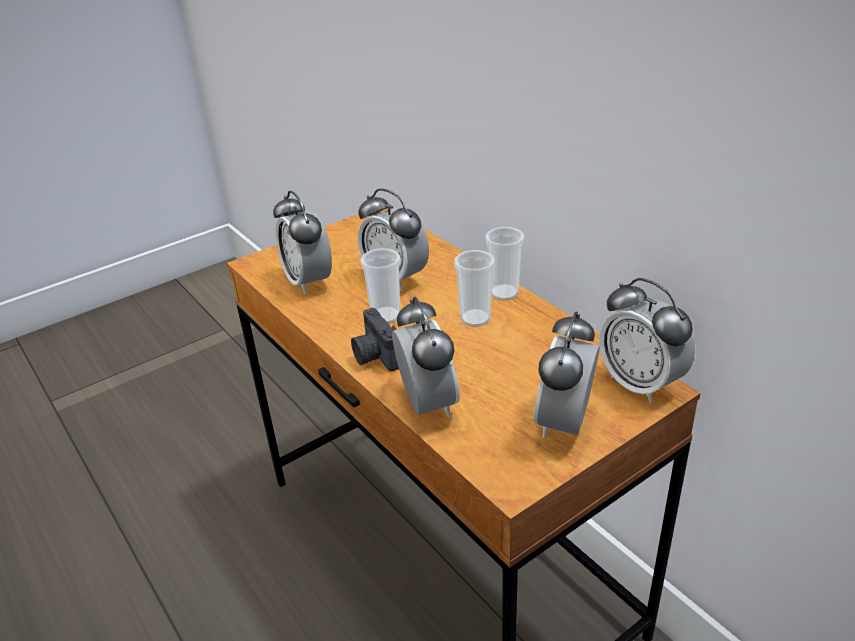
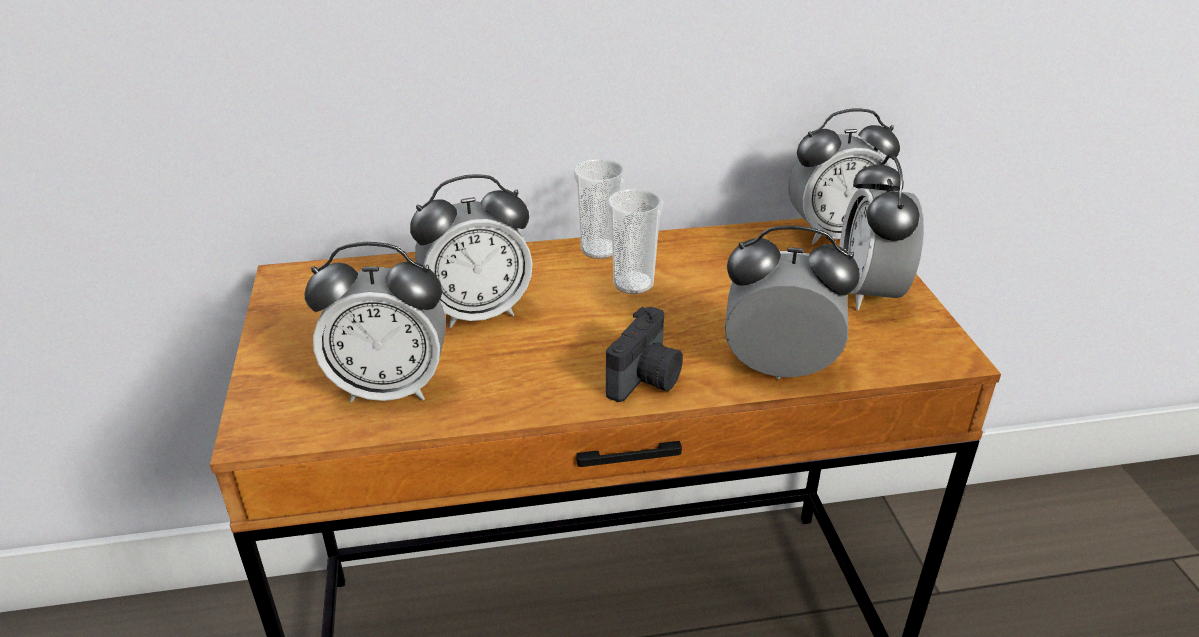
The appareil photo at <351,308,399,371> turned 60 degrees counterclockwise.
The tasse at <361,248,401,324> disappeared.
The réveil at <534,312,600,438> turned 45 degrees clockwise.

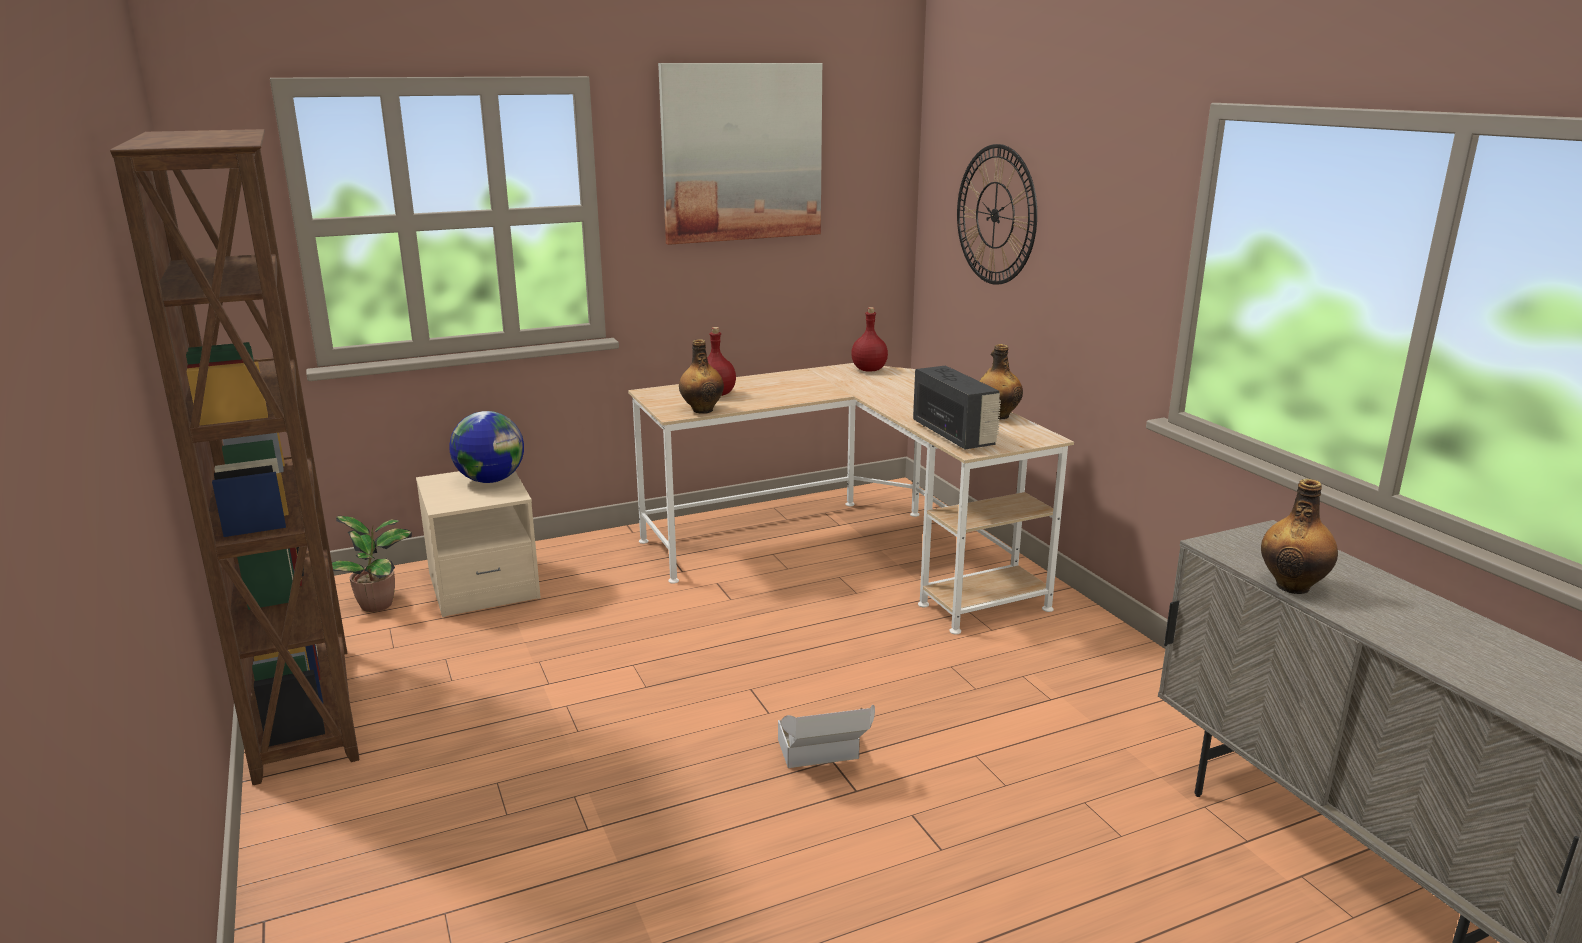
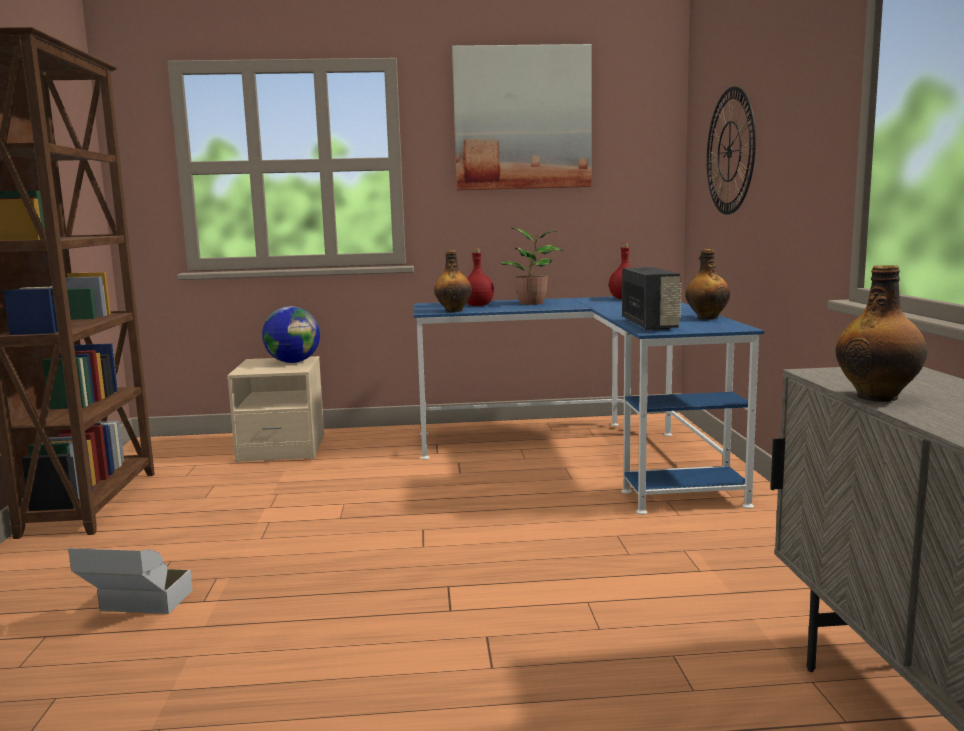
The plante en pot moved from <332,516,412,612> to <500,227,563,305>.
The bureau/beige at <628,363,1074,634> became the bureau/bleu at <414,296,764,515>.
The carton moved from <778,705,875,768> to <68,547,193,614>.

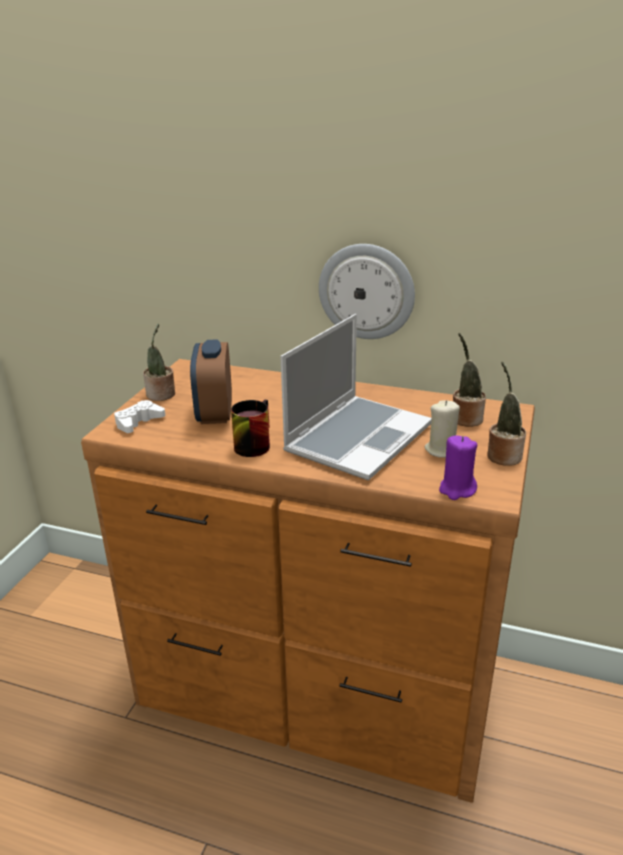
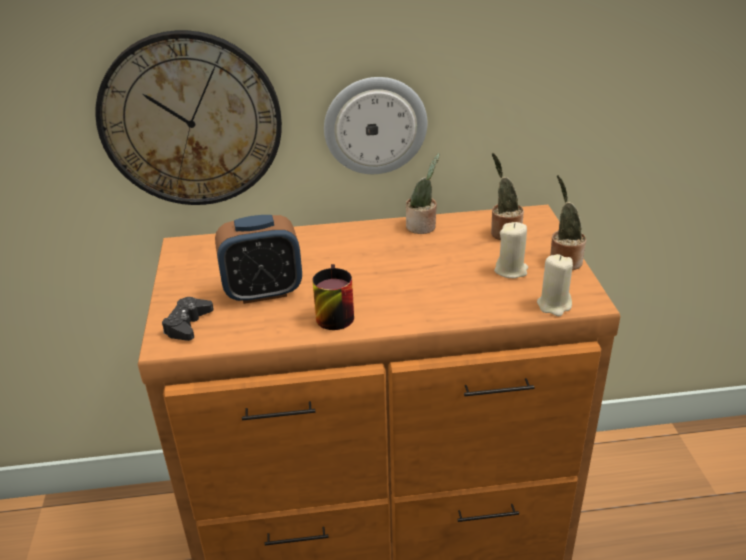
The manette/blanc at <114,400,165,433> became the manette/noir at <162,297,214,341>.
The plante en pot moved from <143,324,175,401> to <406,153,440,234>.
The réveil at <190,339,232,424> turned 75 degrees counterclockwise.
The ordinateur portable at <280,314,431,481> disappeared.
The bougie/violet at <439,435,477,500> became the bougie/beige at <537,254,573,316>.
The horloge murale at <95,30,282,205> appeared.

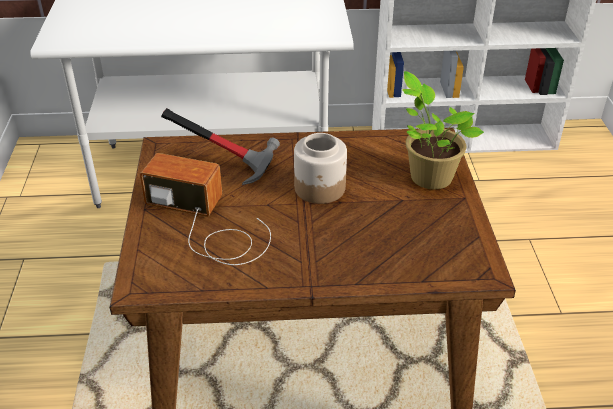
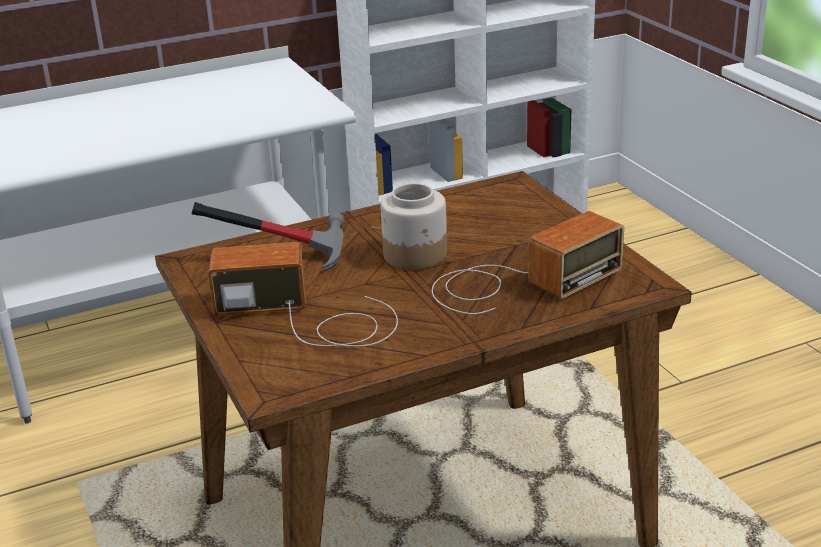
The plante en pot at <402,71,484,189> disappeared.
The radio at <432,211,624,314> appeared.

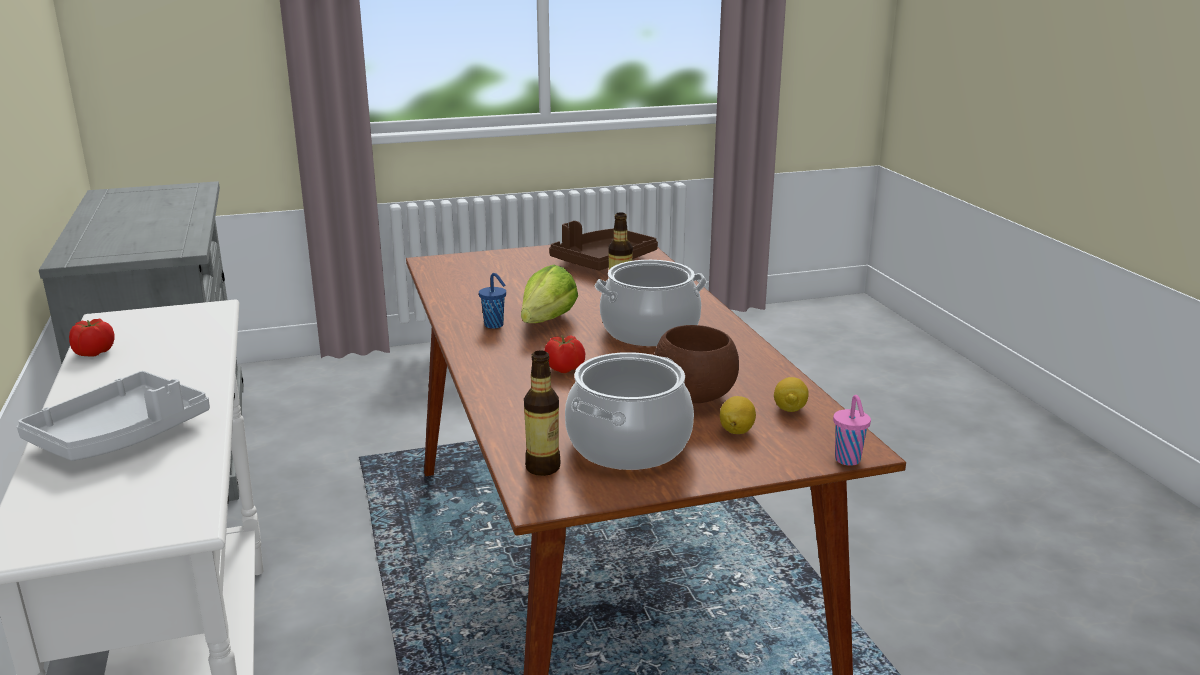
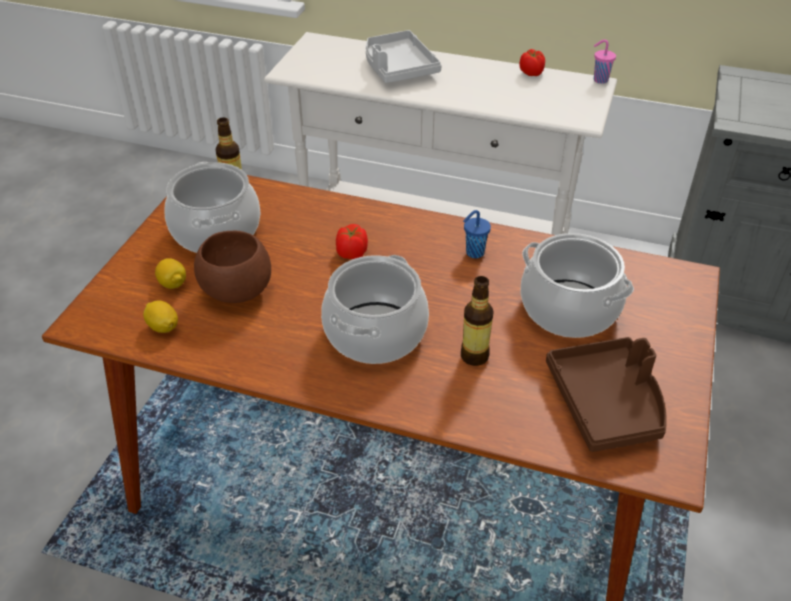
The laitue at <521,265,578,323> disappeared.
The tasse/rose moved from <833,395,871,466> to <594,39,616,84>.
The marmite at <521,233,634,338> appeared.

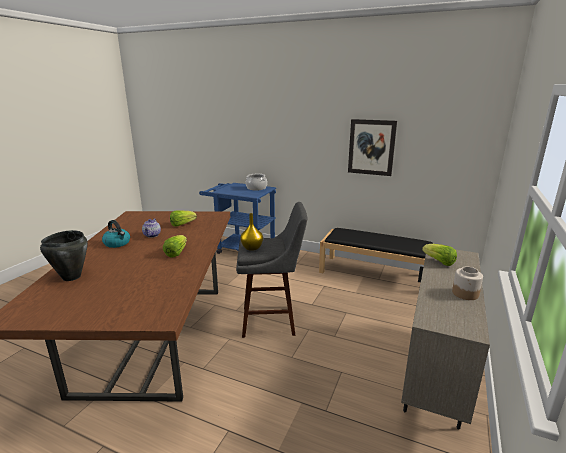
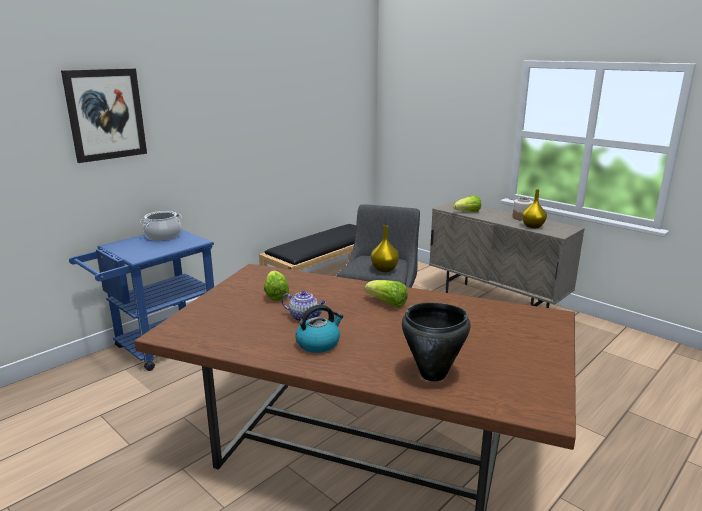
The tableau moved from <348,119,397,176> to <61,68,147,163>.
The vase/jaune at <522,189,547,228> appeared.

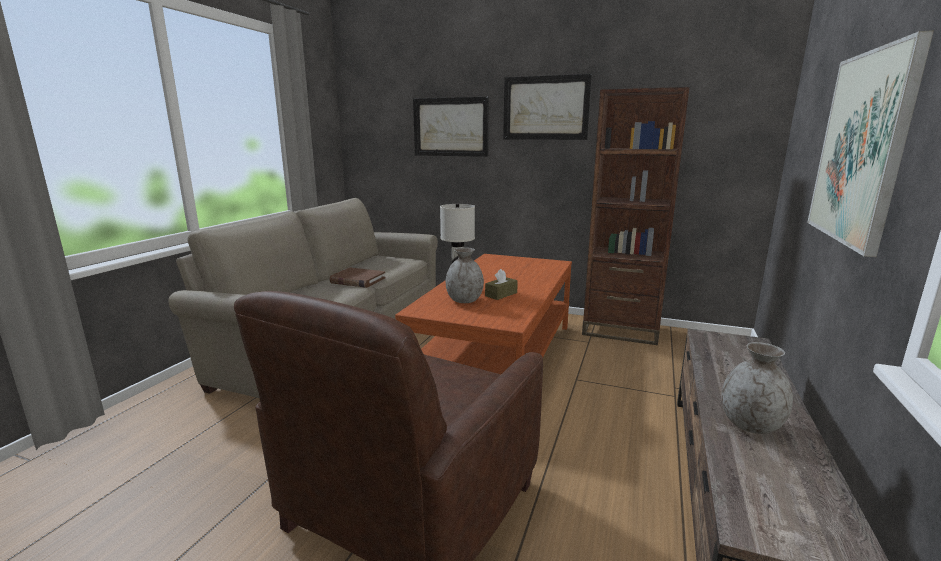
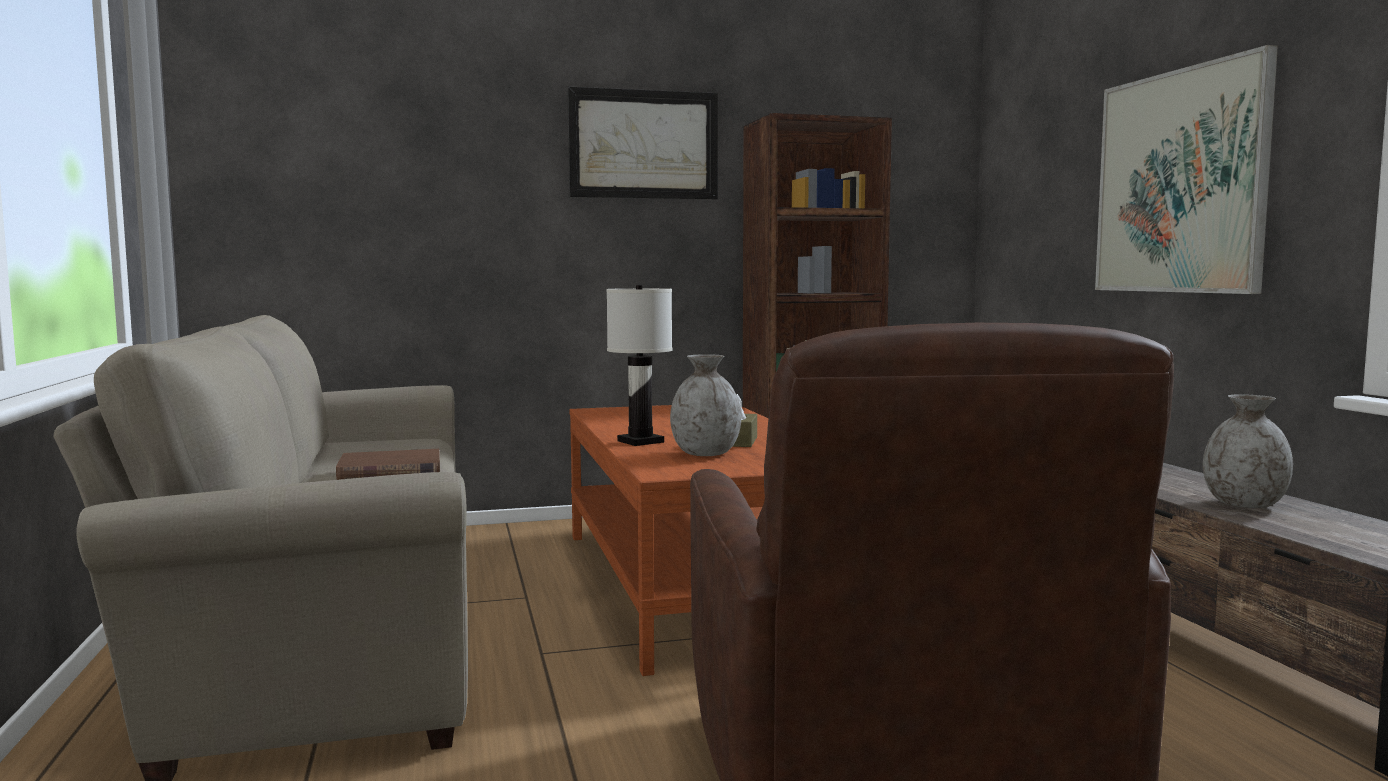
The tableau at <413,97,489,157> disappeared.

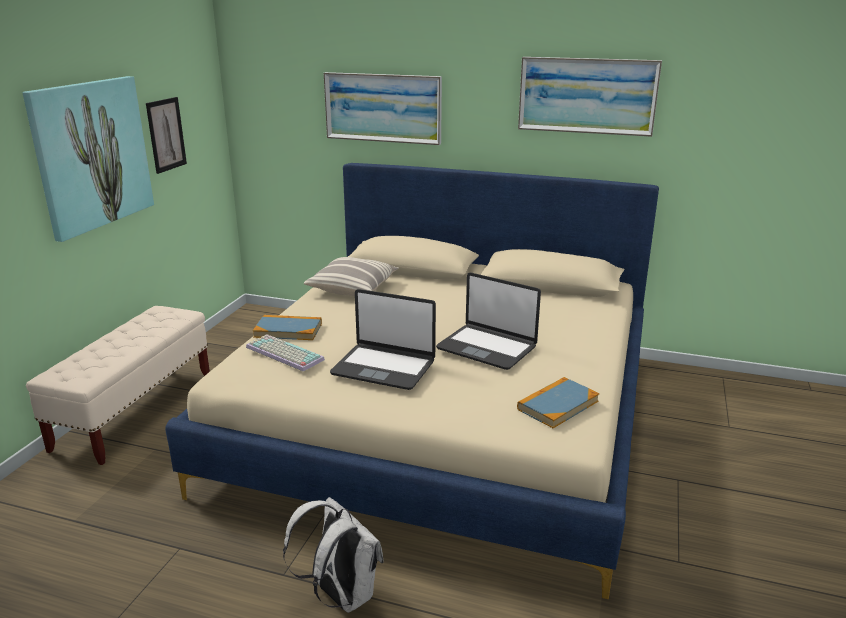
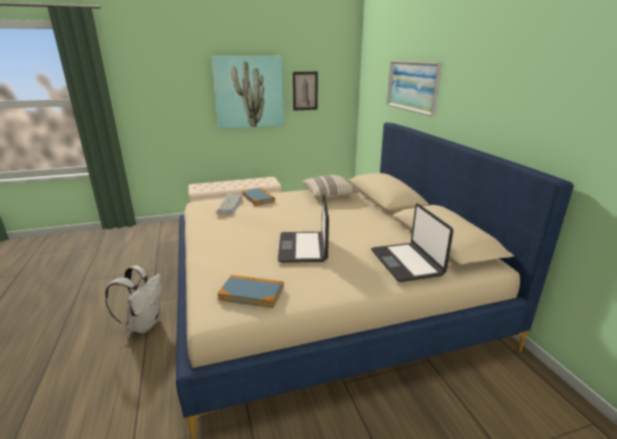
The ordinateur portable moved from <330,289,436,390> to <371,203,453,282>.
The tableau at <518,57,662,137> disappeared.

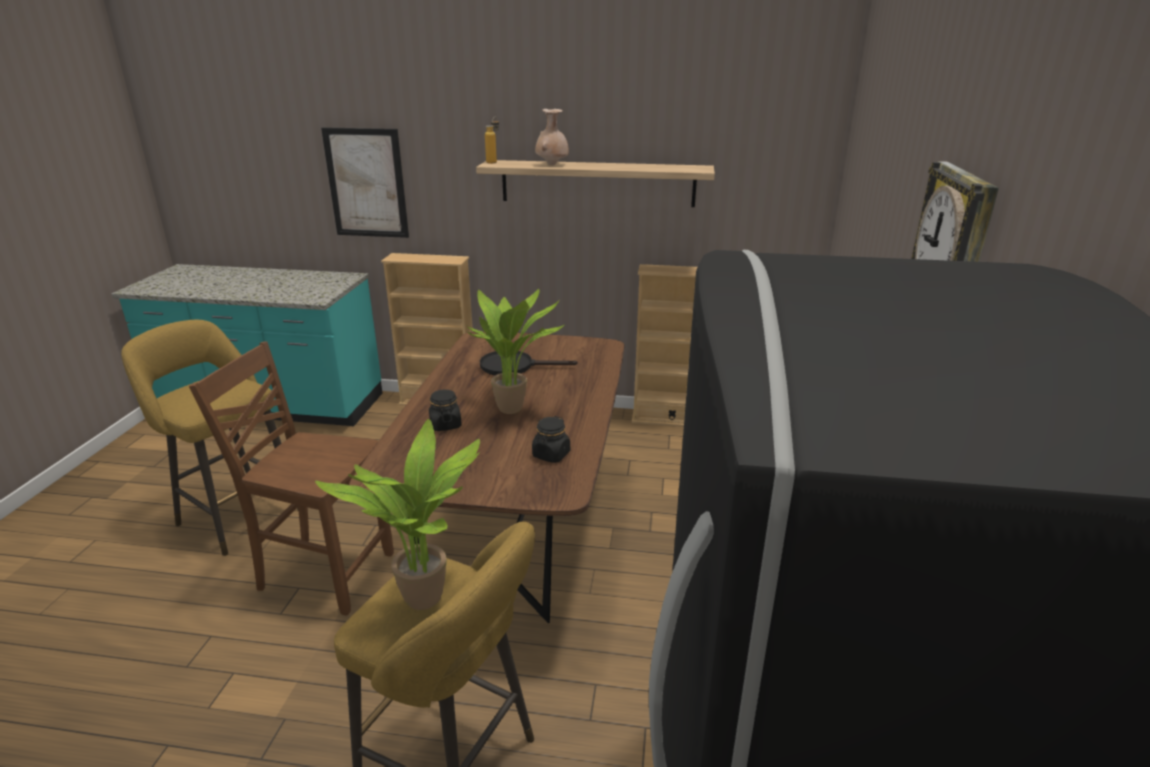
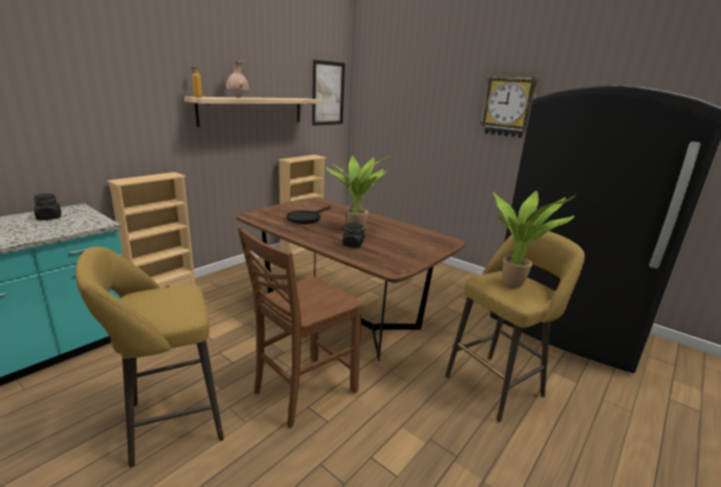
The tableau moved from <321,127,409,238> to <312,60,345,126>.
The bocal/noir moved from <532,416,570,463> to <34,193,61,220>.

